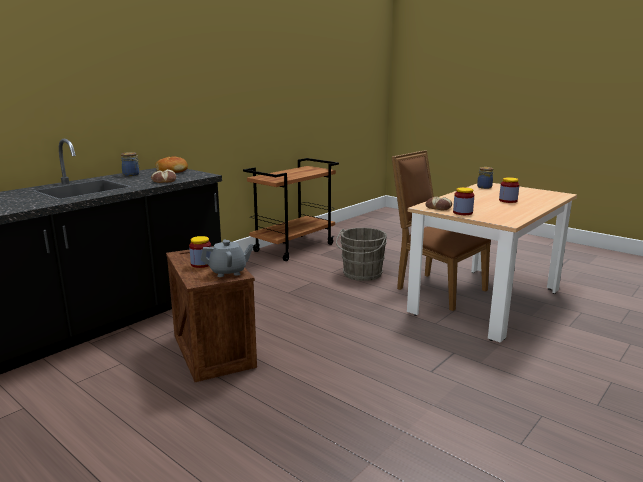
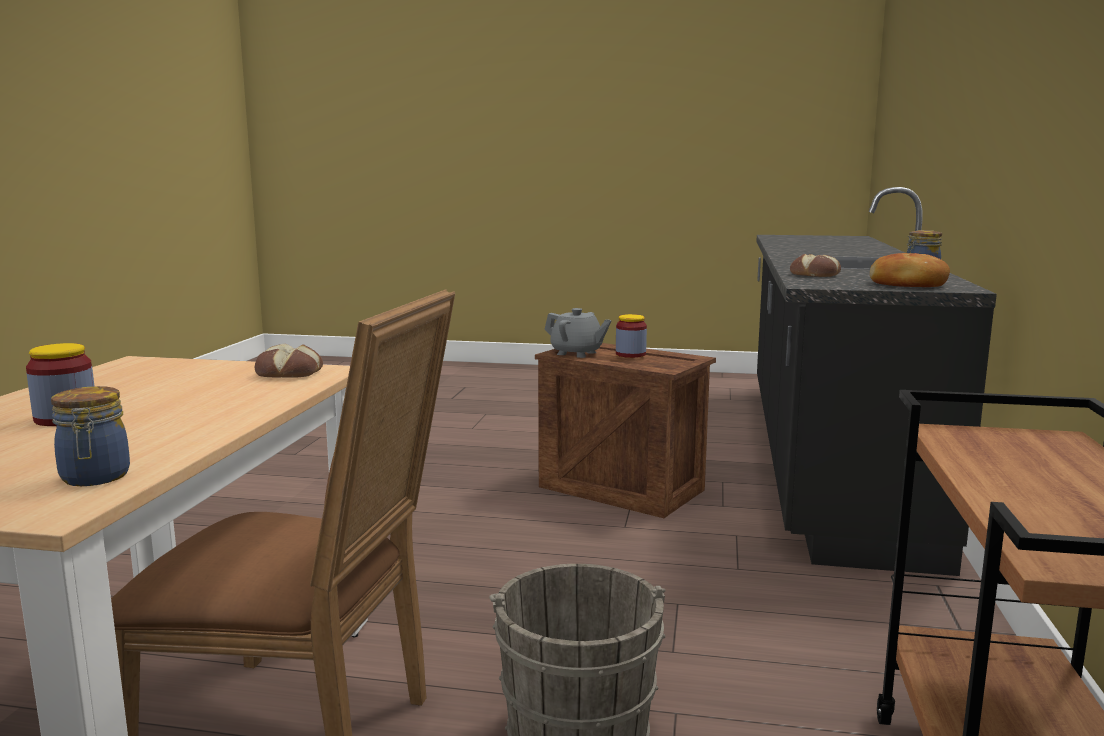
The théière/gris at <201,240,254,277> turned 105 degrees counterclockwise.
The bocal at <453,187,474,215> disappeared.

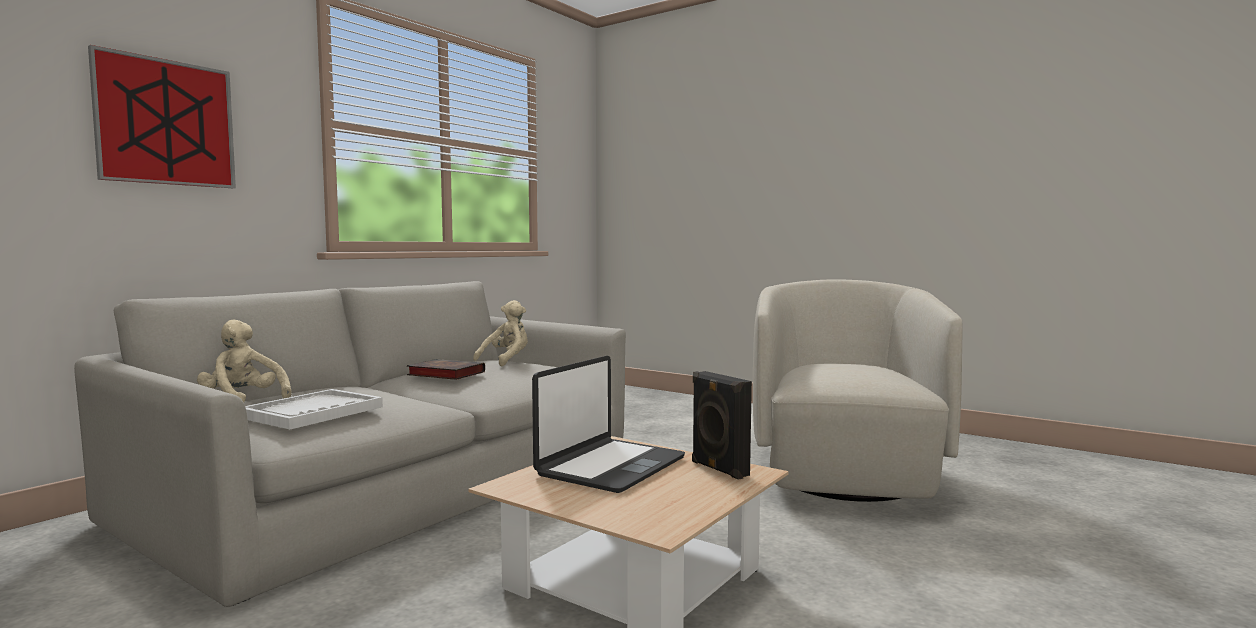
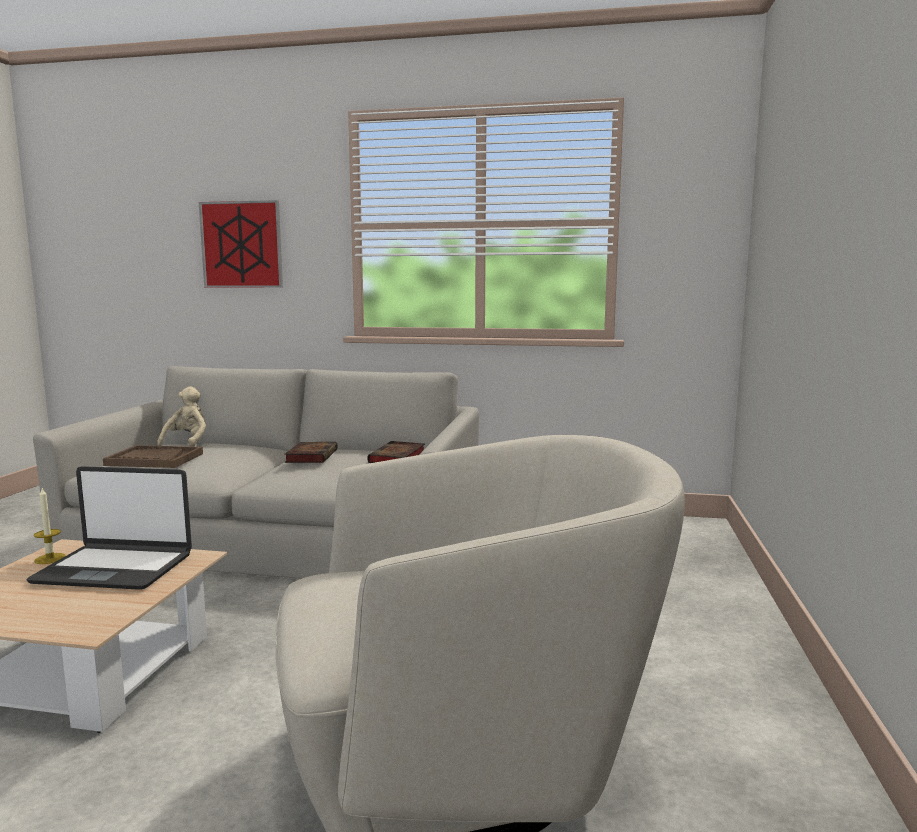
The plateau/blanc at <245,389,383,430> became the plateau/marron at <103,445,203,468>.
The peluche/beige at <473,300,528,366> was replaced by the livre at <368,441,425,463>.
The enceinte/noir at <692,371,752,480> disappeared.
The bougie at <34,488,66,564> appeared.

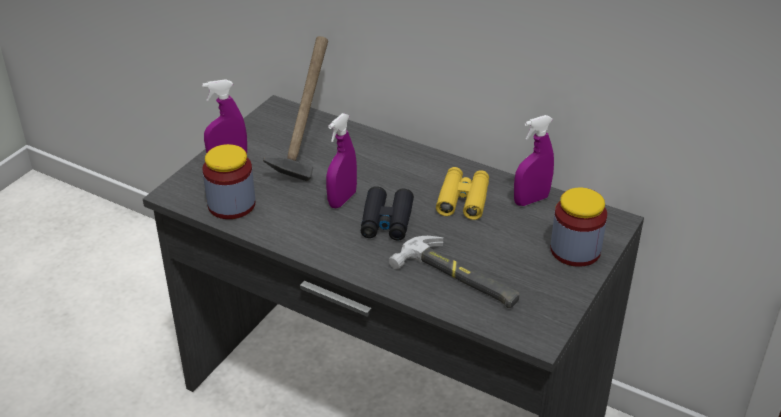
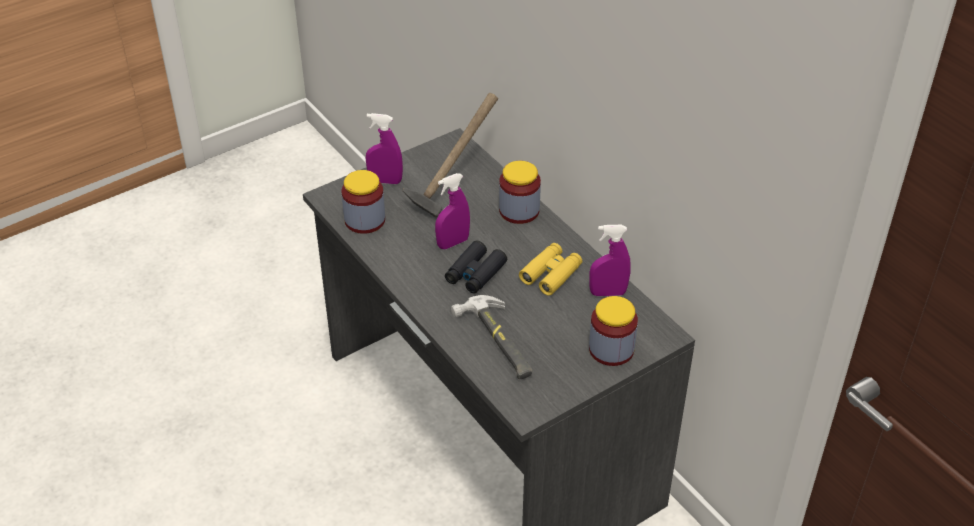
The bocal at <499,161,541,224> appeared.

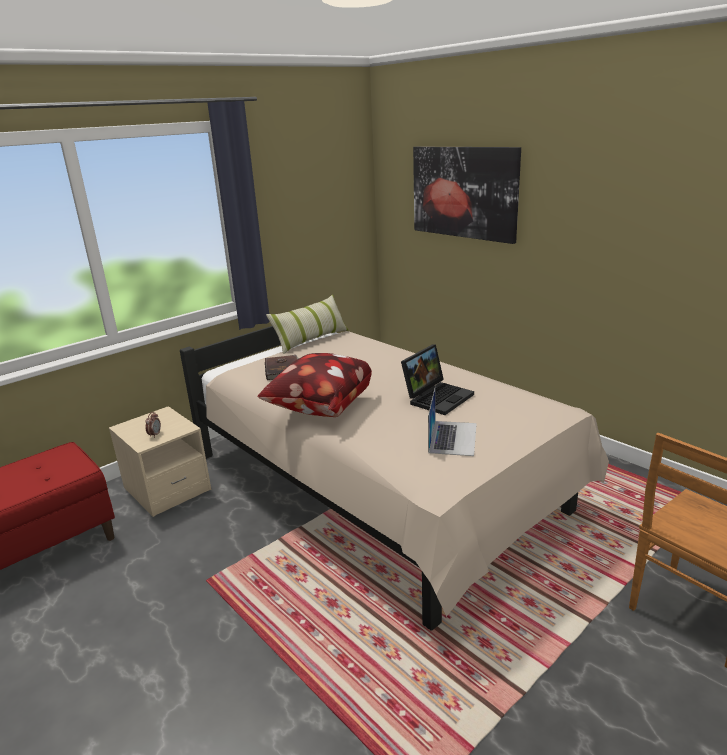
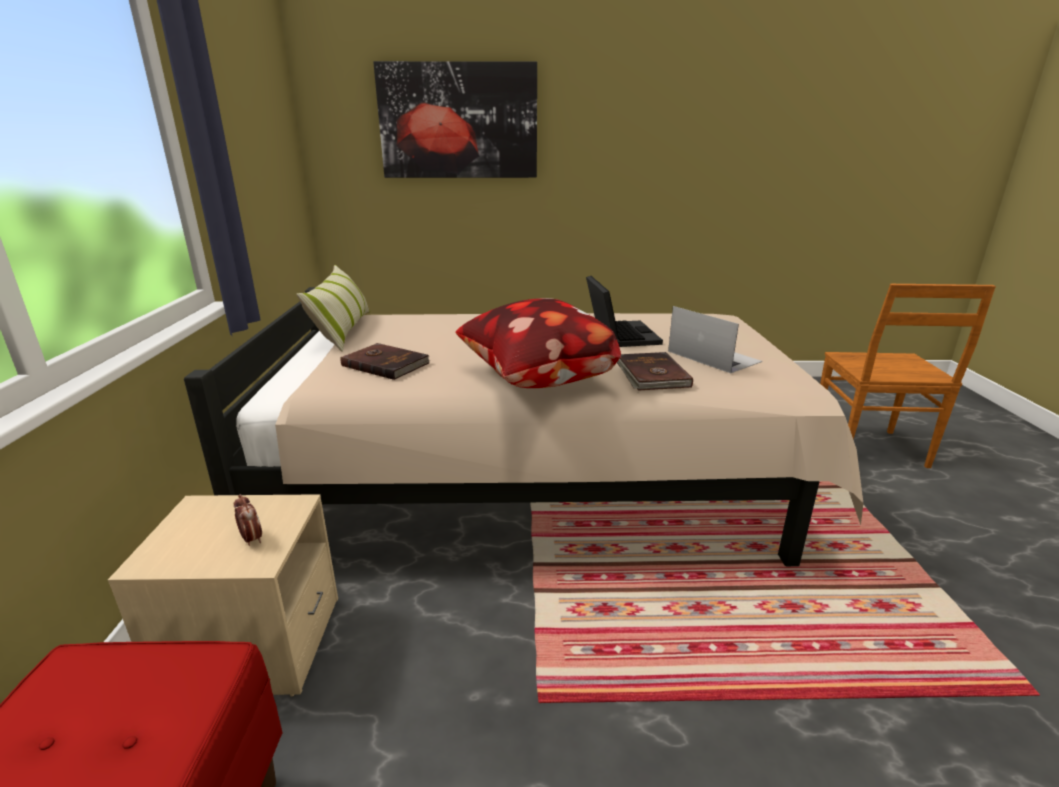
The livre/marron at <617,352,693,391> appeared.

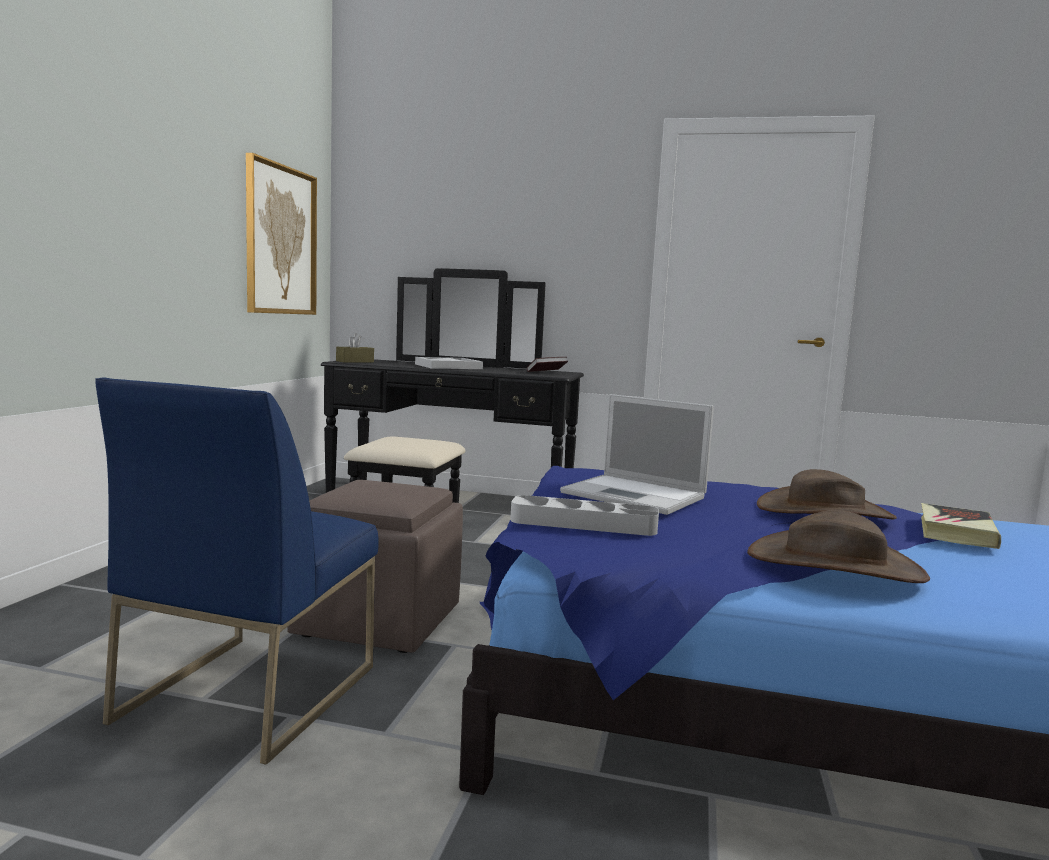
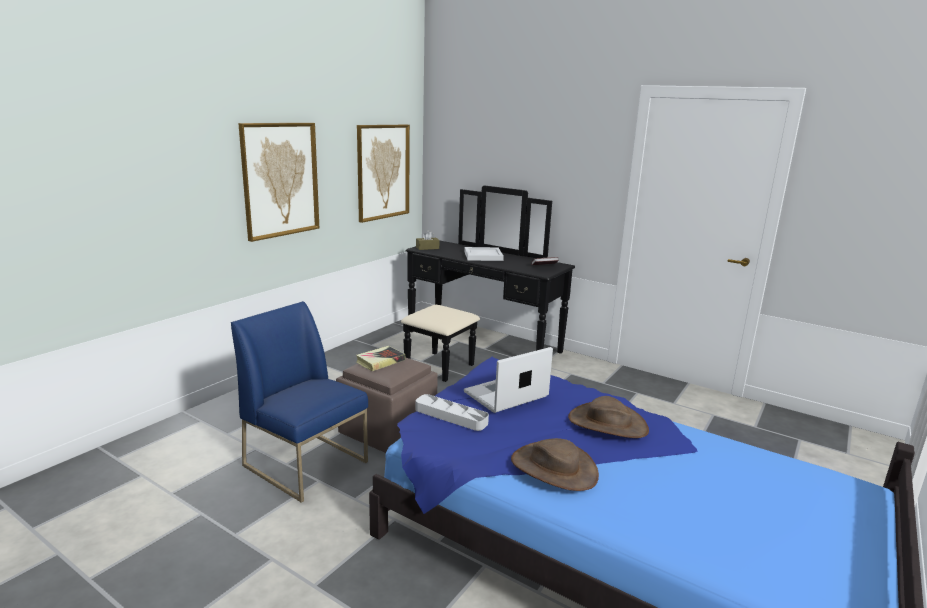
The chaise/bleu at <95,378,379,765> turned 90 degrees clockwise.
The ordinateur portable at <560,394,714,515> turned 90 degrees clockwise.
The livre moved from <921,503,1001,549> to <356,346,405,371>.
The tableau at <238,123,319,242> appeared.

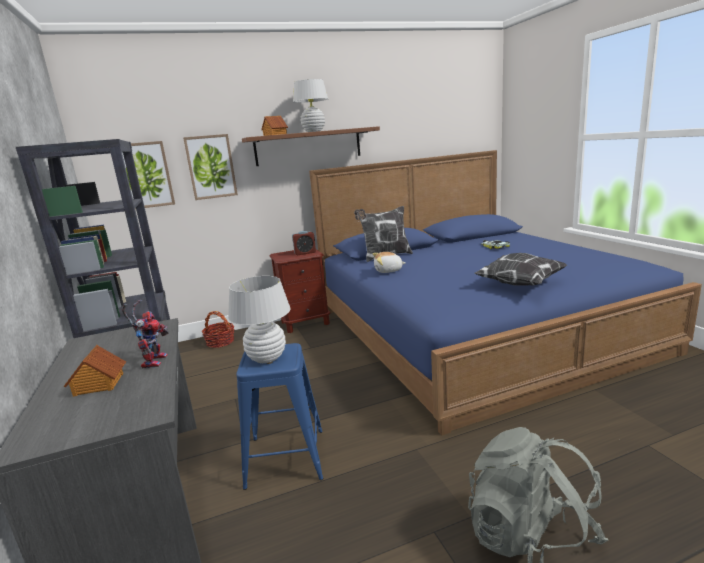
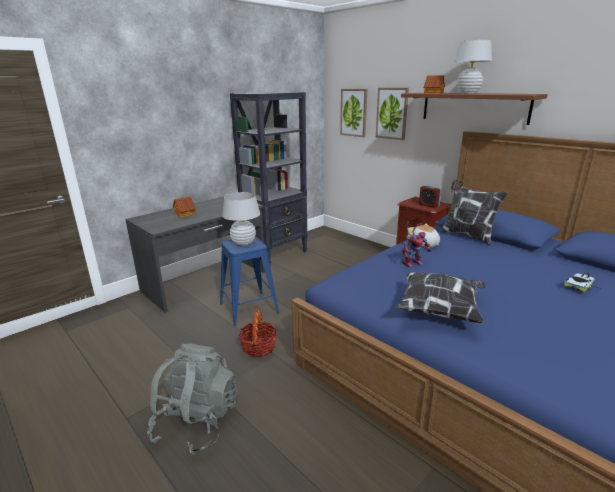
The robot jouet moved from <122,300,169,369> to <402,222,432,268>.
The panier moved from <201,311,235,348> to <238,310,277,357>.

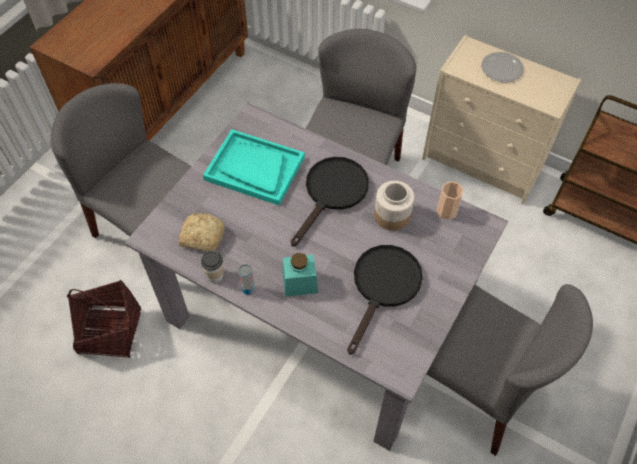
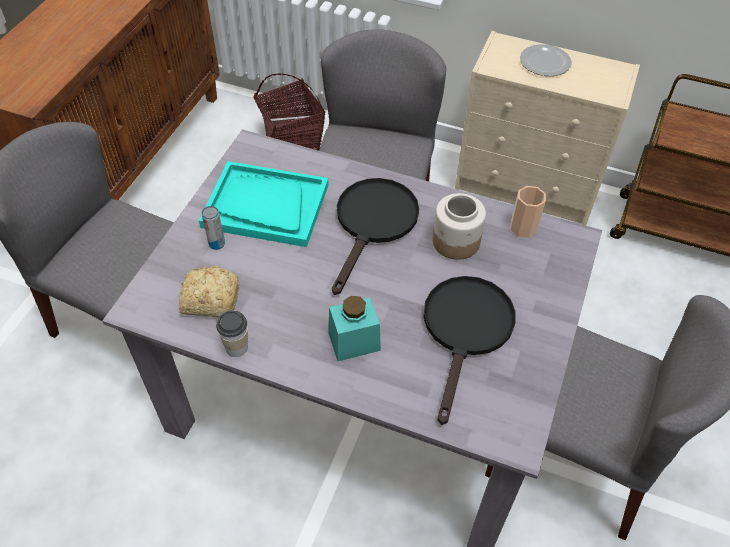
The panier moved from <67,280,141,358> to <253,74,325,151>.
The boîte métallique moved from <239,264,255,295> to <201,206,225,250>.

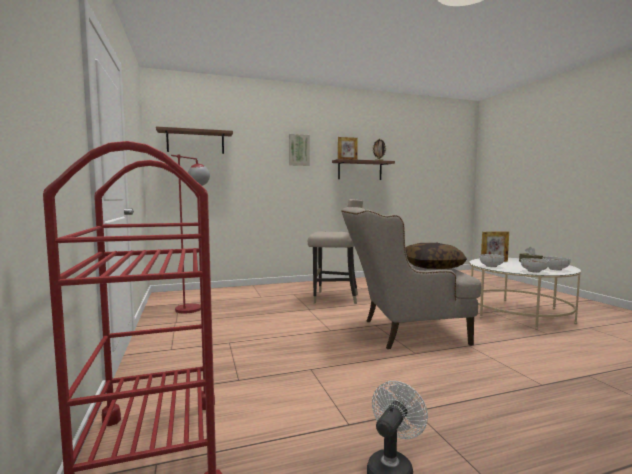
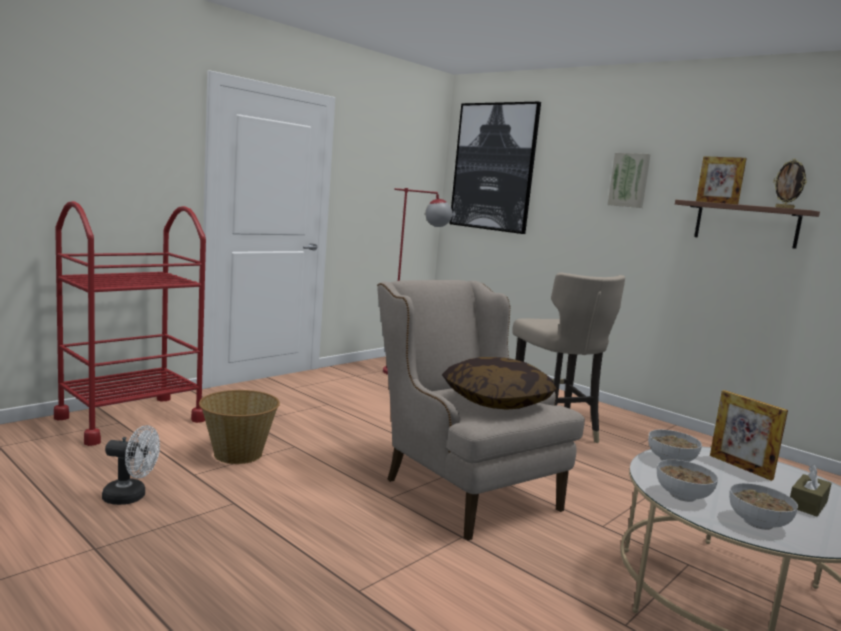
The étagère at <156,126,233,154> was replaced by the tableau at <450,102,541,234>.
The panier at <199,390,280,464> appeared.

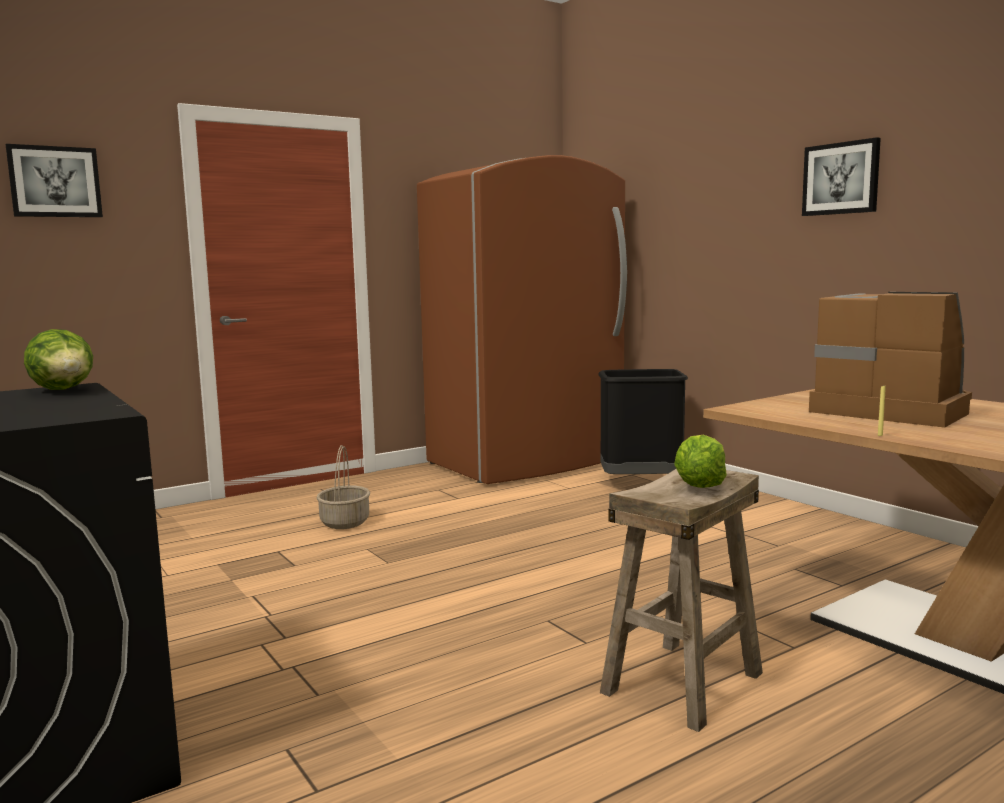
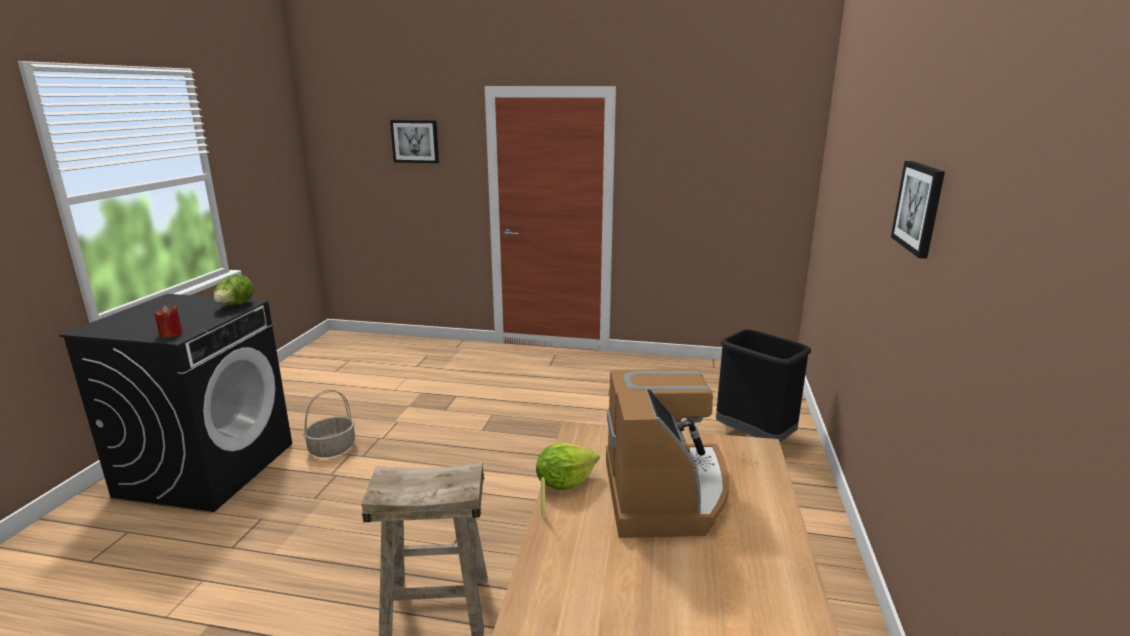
The panier moved from <317,445,370,529> to <303,390,355,457>.
The réfrigérateur/marron at <417,155,627,484> disappeared.
The laitue moved from <674,435,727,488> to <536,443,600,490>.
The bougie/rouge at <154,305,183,338> appeared.

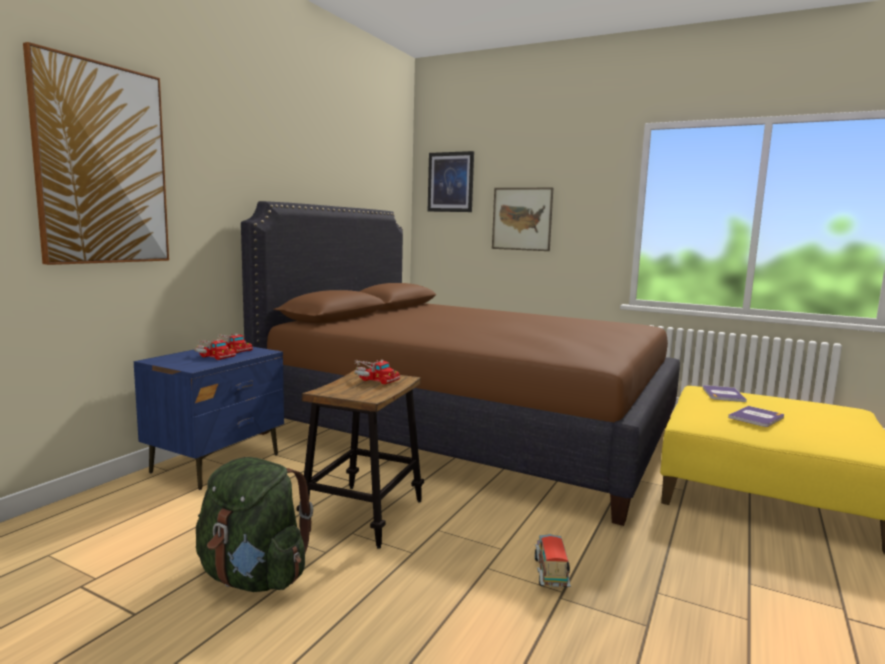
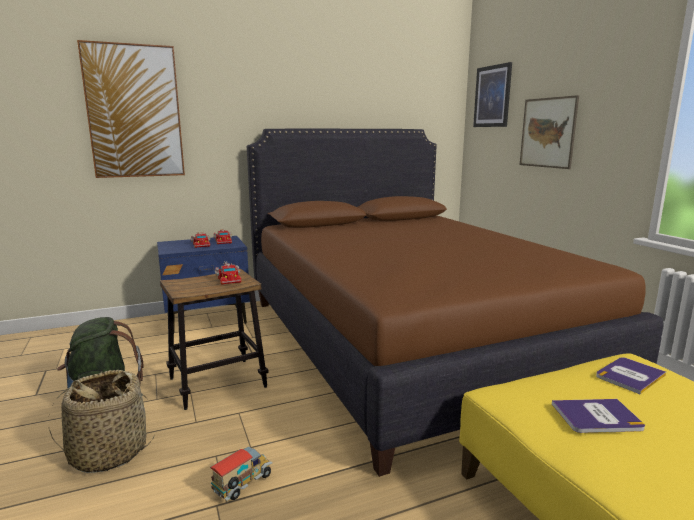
The panier at <49,370,155,473> appeared.

